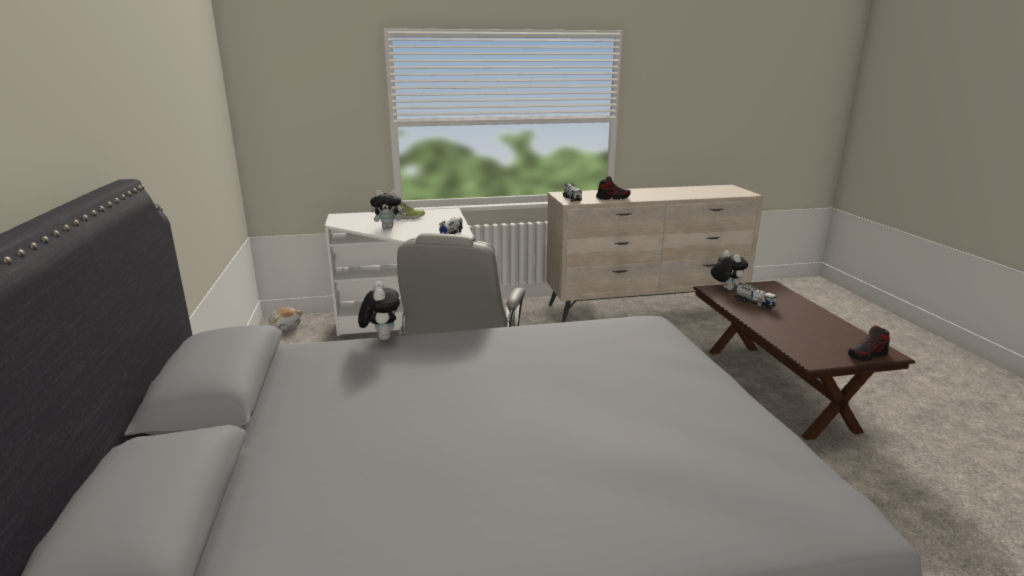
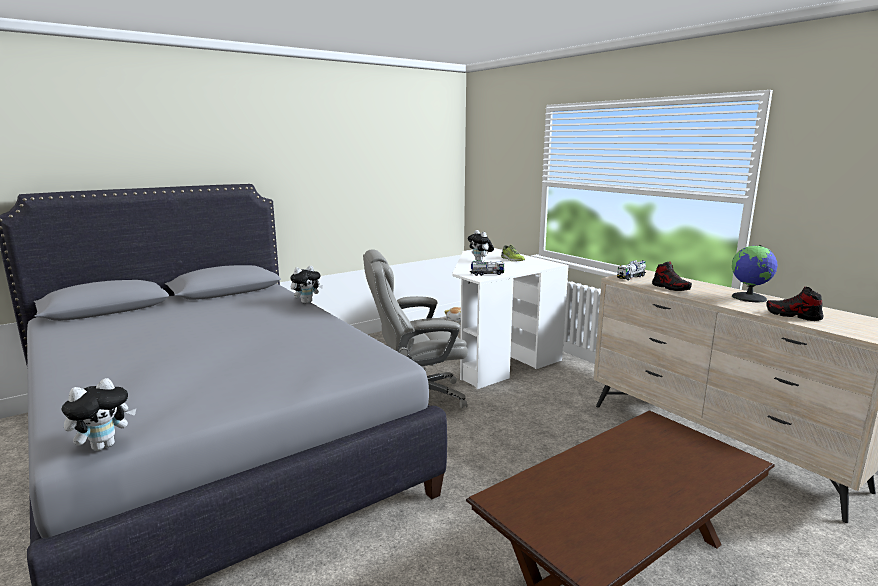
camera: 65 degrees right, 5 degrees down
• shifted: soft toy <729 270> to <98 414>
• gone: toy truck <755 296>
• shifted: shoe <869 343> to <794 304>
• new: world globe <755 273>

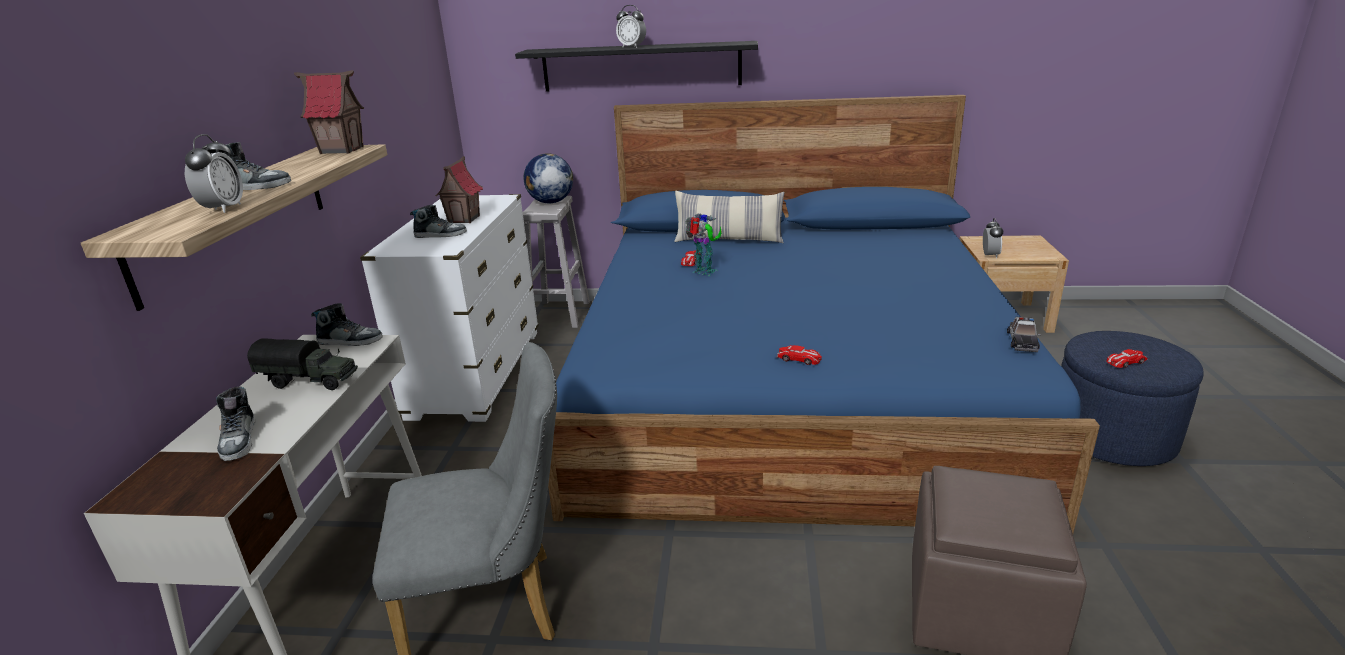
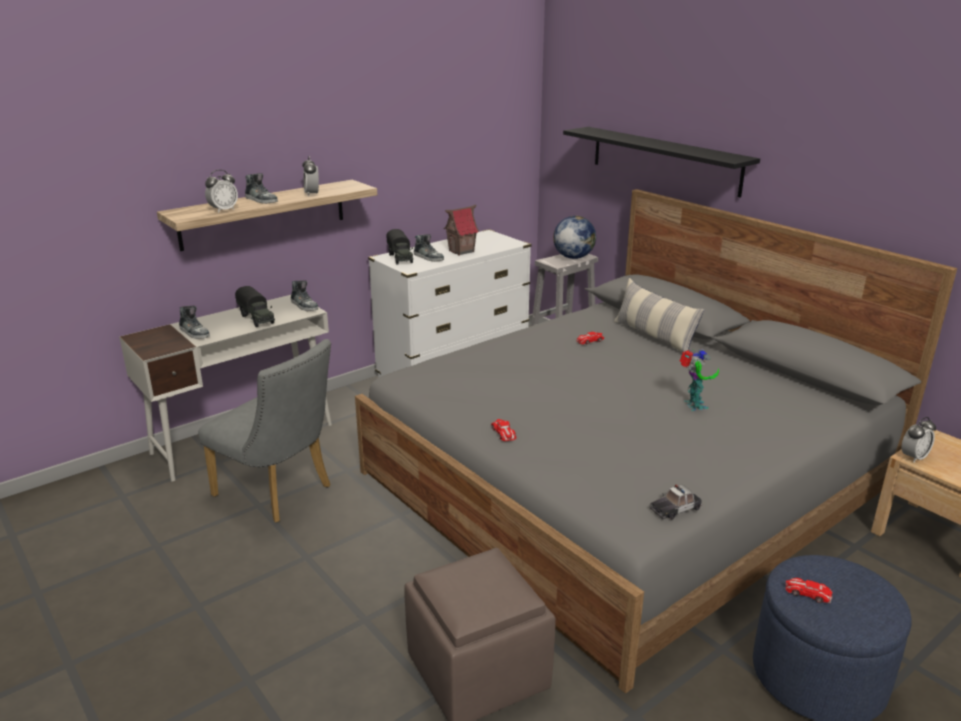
camera: 45 degrees right, 0 degrees up
• shifted: table clock <631 26> to <310 176>
• gone: miniature house <329 112>
• repainted: sleeping bed/blue <824 314> to sleeping bed/greyish <656 441>
• shifted: model robot <703 244> to <699 379>
• rotated: shoe <236 423> = <194 322> 75 degrees counterclockwise
• new: toy truck <400 246>

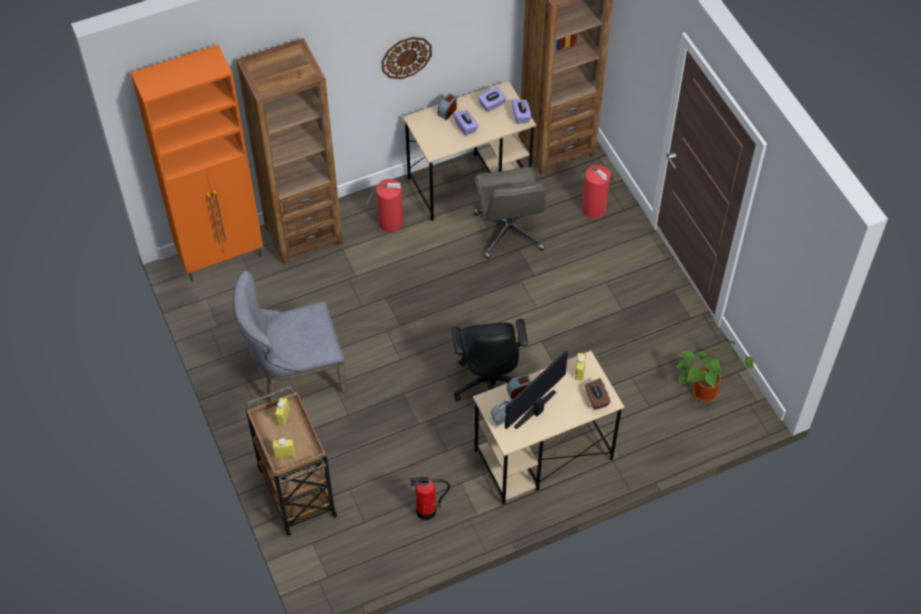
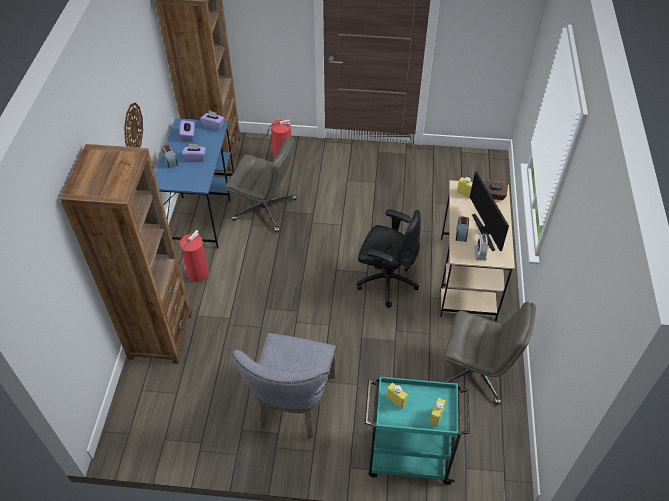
camera: 60 degrees left, 5 degrees down
• gone: cabinet/orange-coloured <196 163>
• repainted: desk unit/beige-coloured <469 151> to desk unit/blue <194 183>
• gone: potted plant <715 369>
• repainted: cart/brown <291 461> to cart/turquoise-coloured <417 430>
• swapped: fire extinguisher <429 498> to office chair/greyish <490 353>

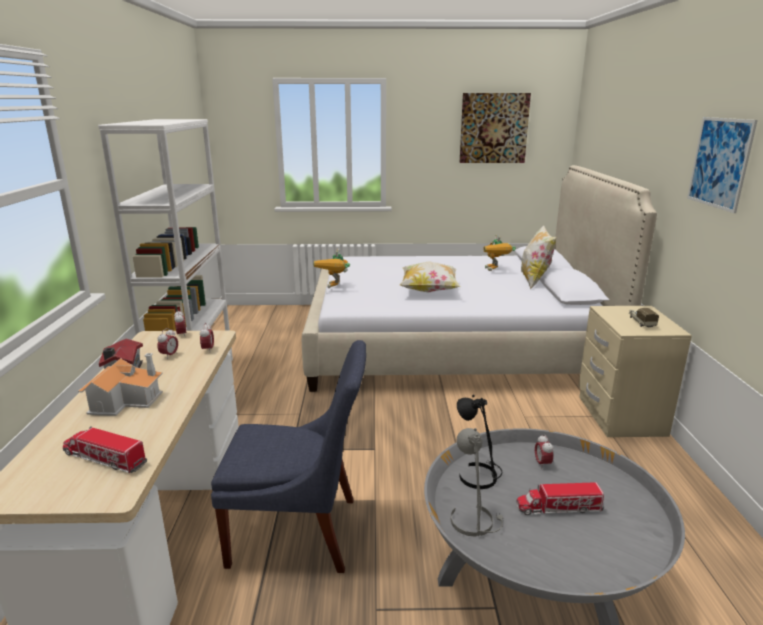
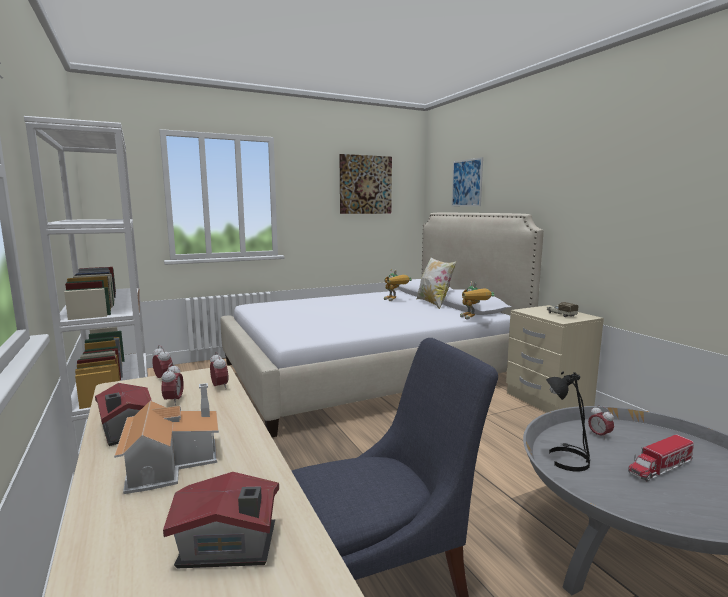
camera: 25 degrees left, 10 degrees down
• shifted: wall picture <722 165> to <467 181>
• shifted: model robot <332 268> to <477 300>
• gone: cushion <430 276>
• swapped: toy truck <105 449> to miniature house <221 520>
• gone: tabletop lamp/greyish <477 482>

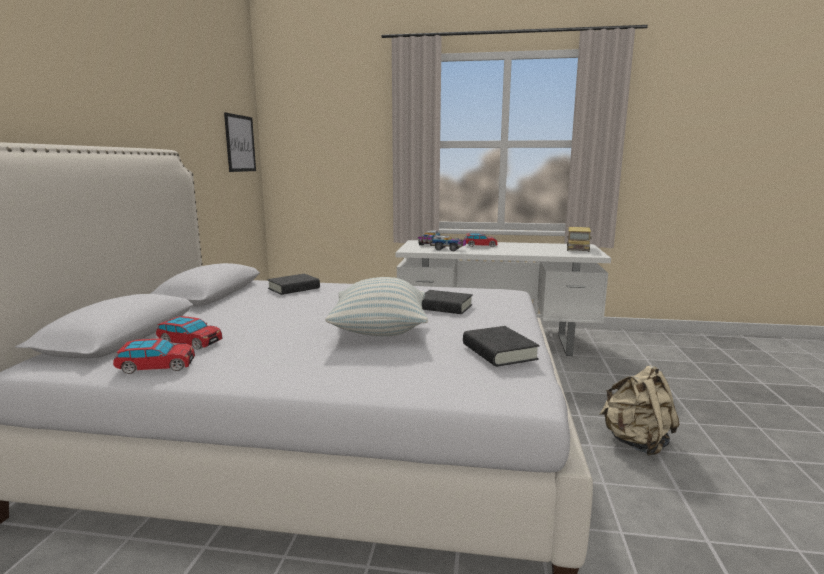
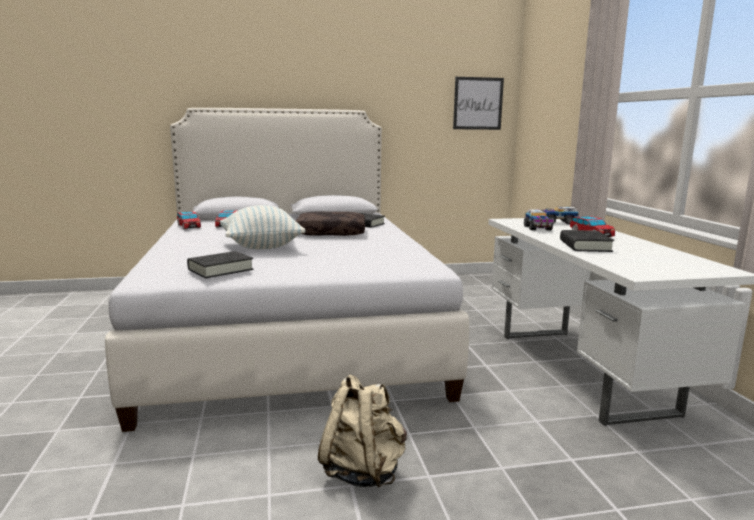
camera: 70 degrees right, 0 degrees up
• gone: toy truck <579 239>
• shifted: bound book/black-coloured <447 302> to <587 241>
• new: cushion/brown <330 223>

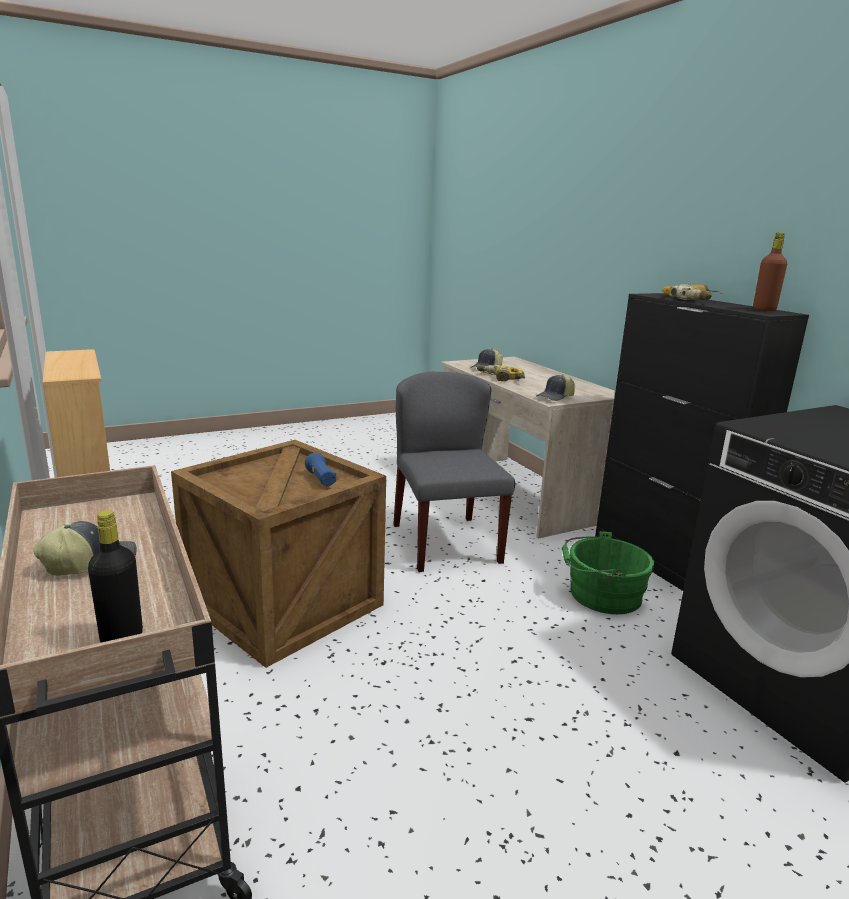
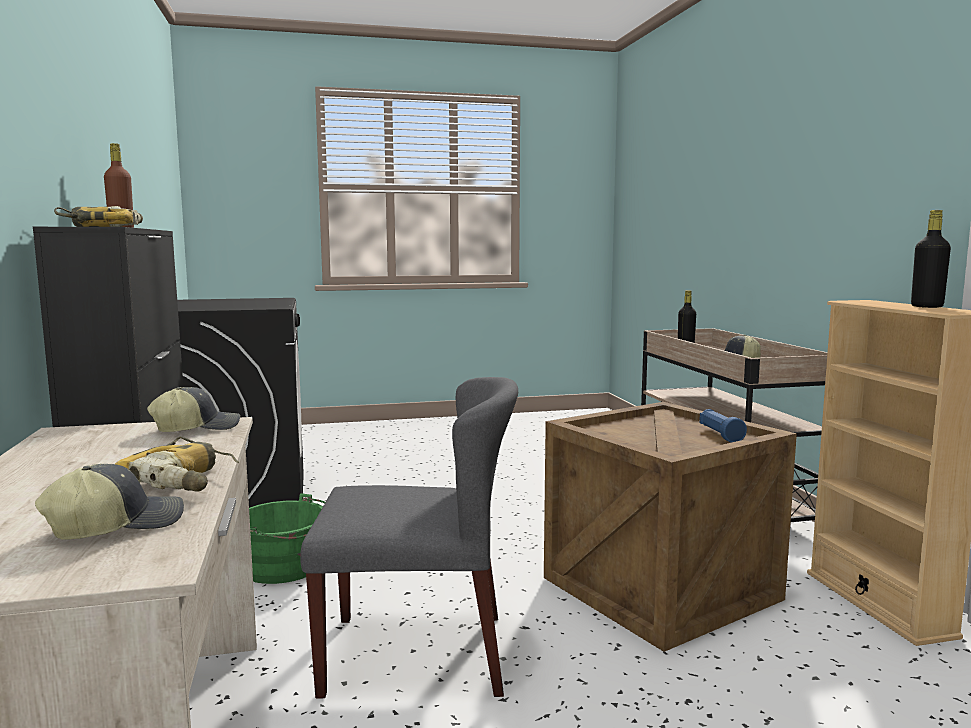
camera: 165 degrees left, 10 degrees down
• rotated: chair/greyish <454 472> = <409 537> 90 degrees counterclockwise
• shifted: flashlight/blue <320 469> to <723 426>
• new: drink bottle/black-coloured <931 259>

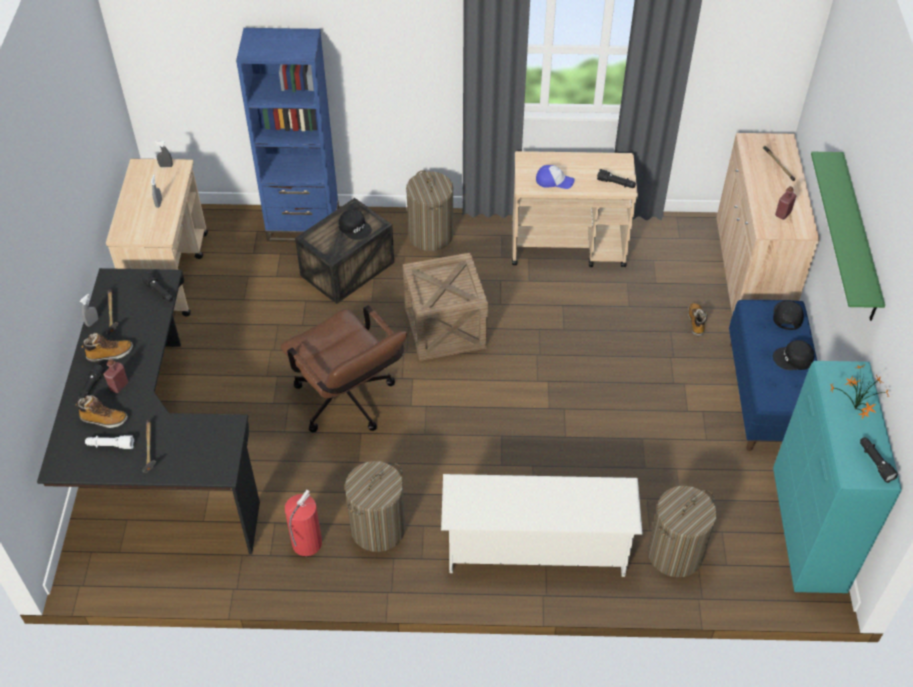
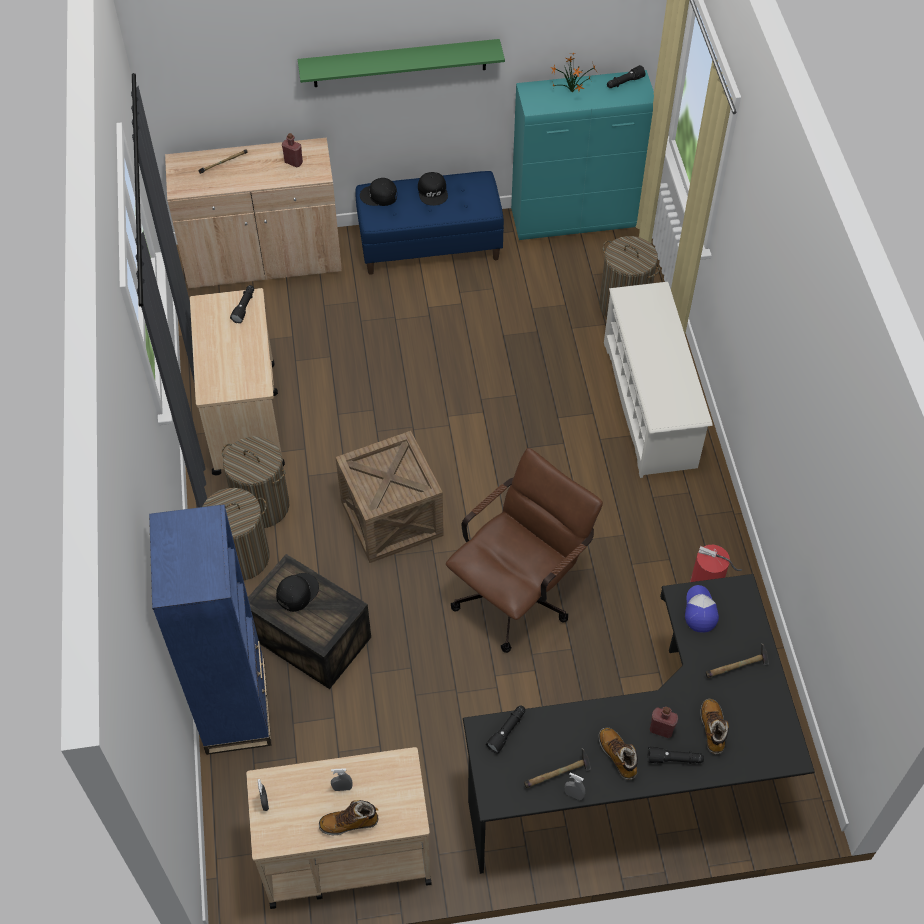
camera: 100 degrees left, 5 degrees up
• shifted: cap <555 177> to <702 609>
• shifted: high-top boot <697 319> to <349 817>
• gone: flashlight/white-coloured <109 442>
• shifted: laundry basket <375 506> to <255 482>

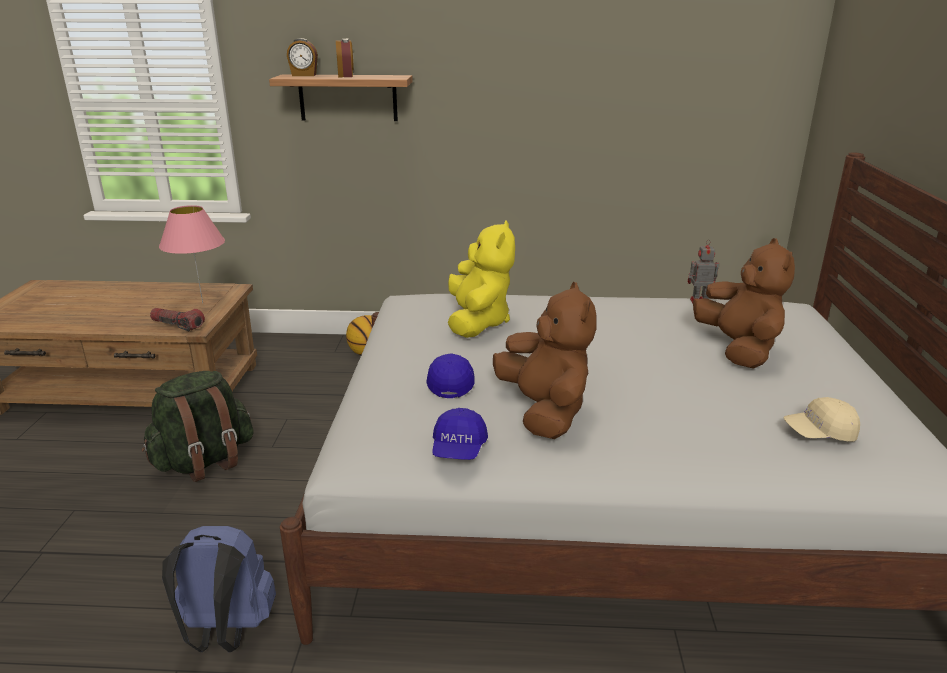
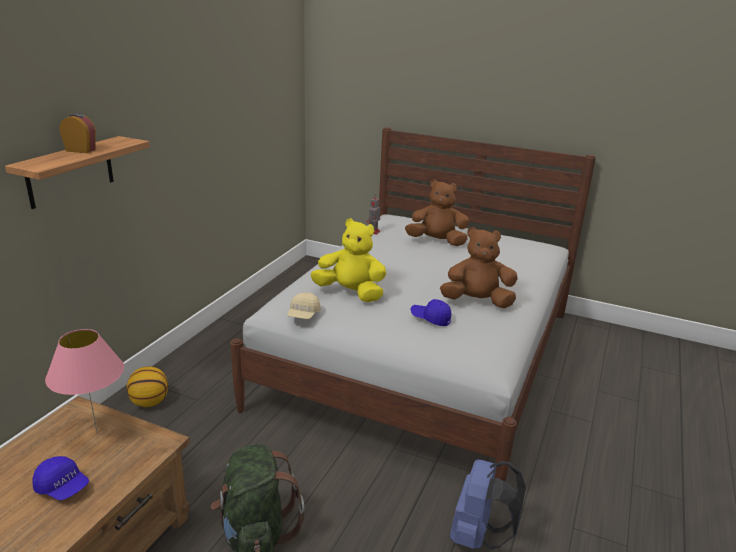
camera: 70 degrees left, 0 degrees up
• gone: table clock <302 57>
• gone: flashlight <177 319>
• shifted: cap/beige-coloured <822 419> to <304 306>
• shifted: cap/blue <460 434> to <60 478>

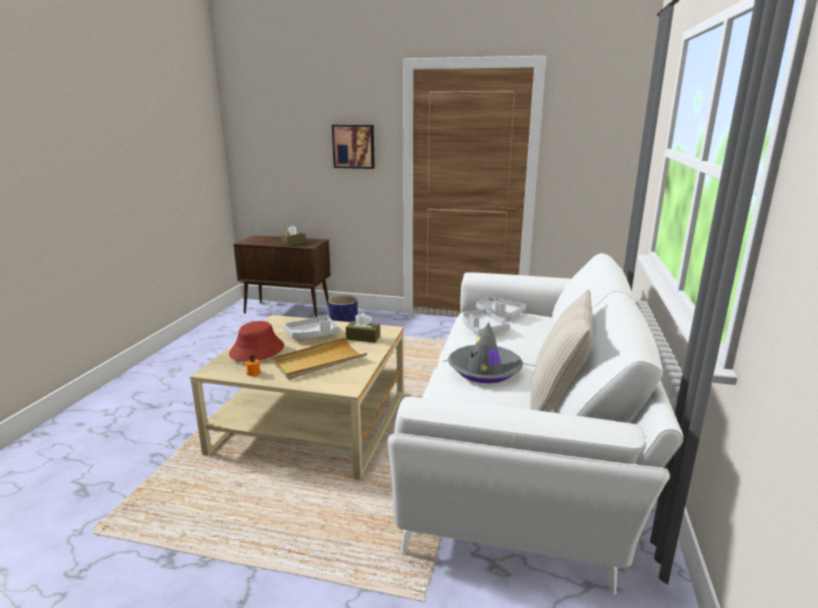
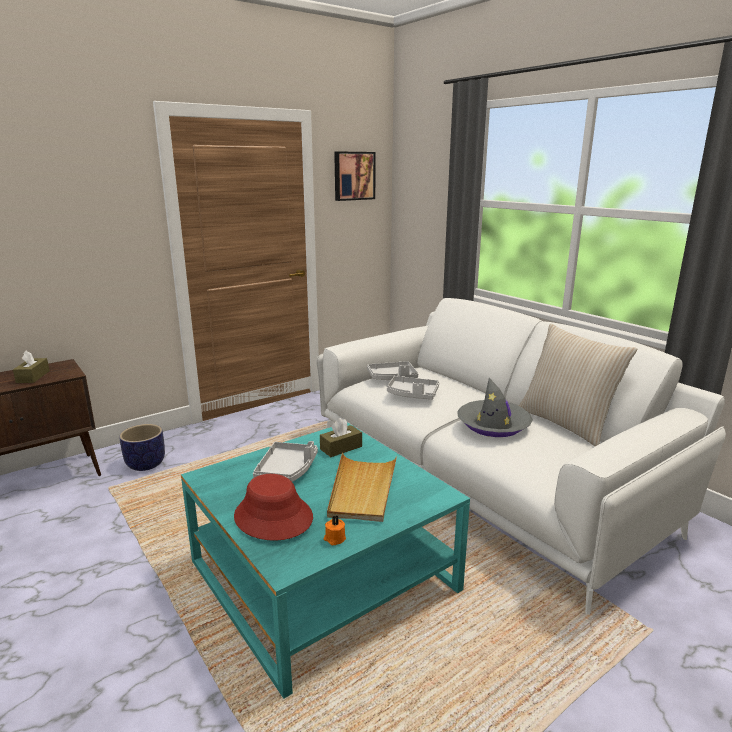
camera: 50 degrees left, 0 degrees up
• shifted: wall picture <353 147> to <355 176>
• repainted: low table/beige-coloured <297 397> to low table/turquoise-coloured <325 560>

